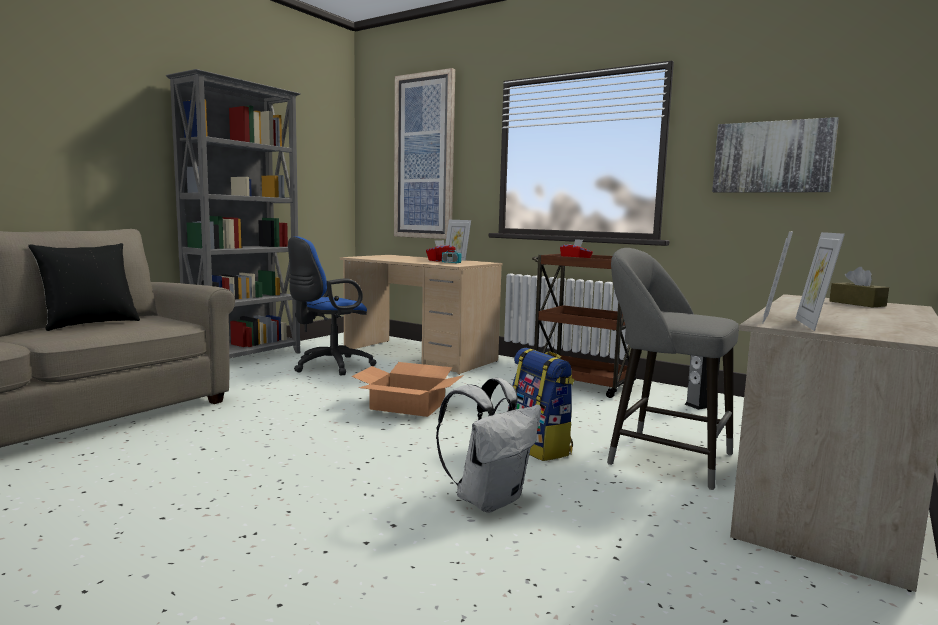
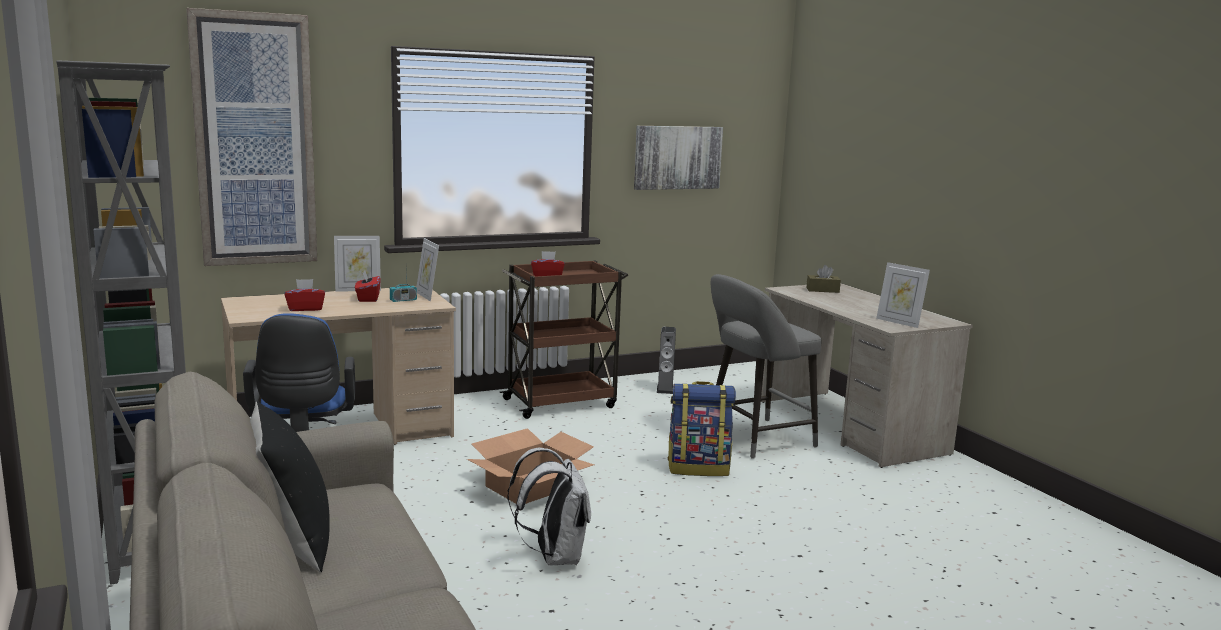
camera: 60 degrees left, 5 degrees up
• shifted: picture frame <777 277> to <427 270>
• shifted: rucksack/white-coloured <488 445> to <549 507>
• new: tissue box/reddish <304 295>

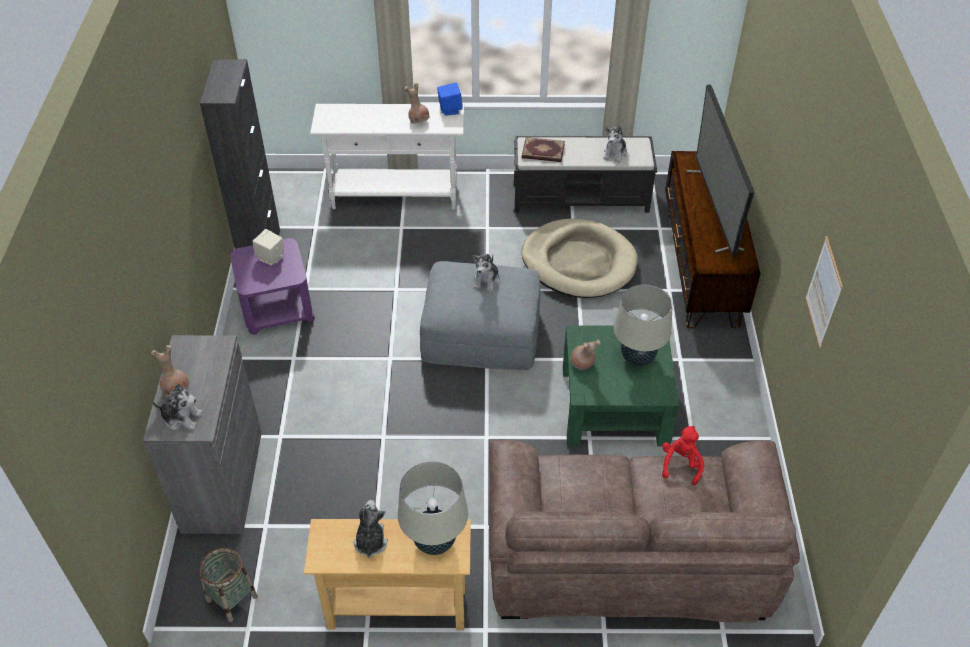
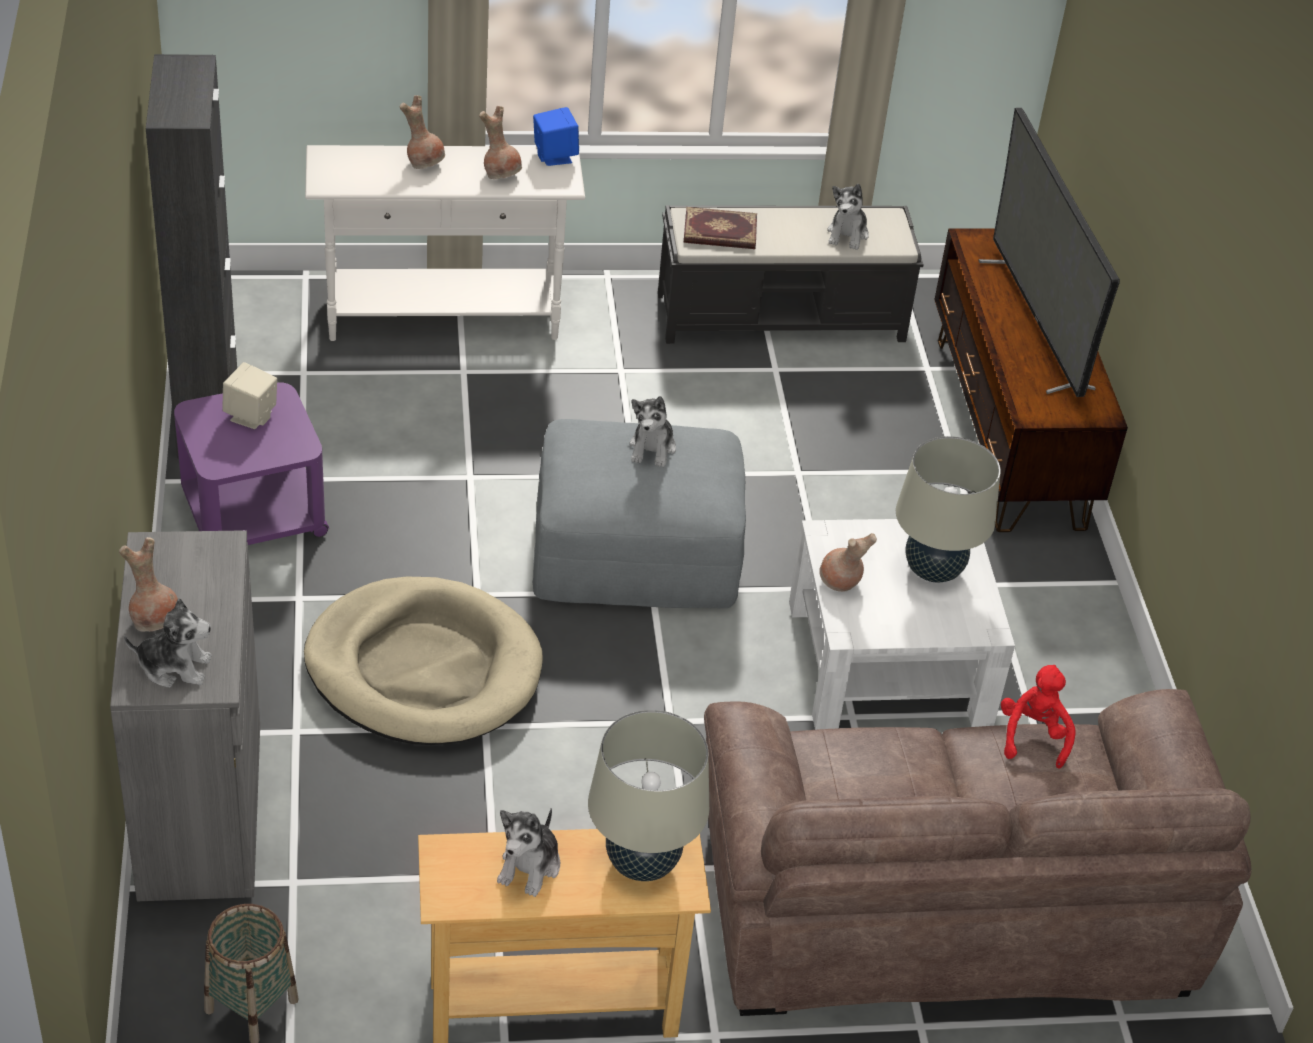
camera: 10 degrees left, 5 degrees down
• shifted: dog bed/beige-coloured <580 258> to <423 660>
• gone: wall picture <824 292>
• repainted: low table/green-coloured <621 386> to low table/white-coloured <902 624>
• rotated: soft toy <371 529> = <528 852> 150 degrees counterclockwise
• new: flower vase/brown <422 132>

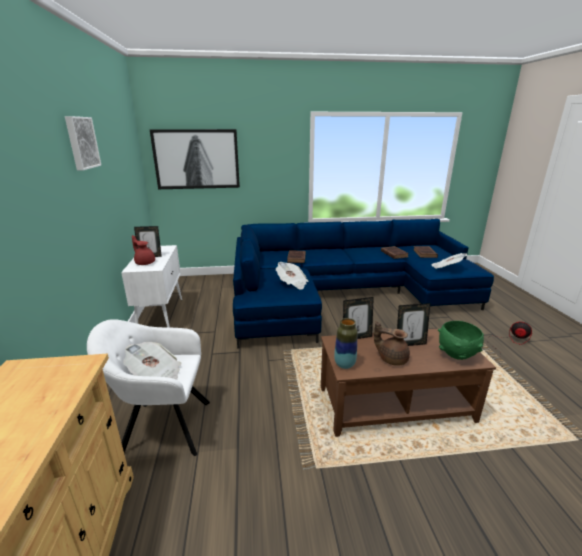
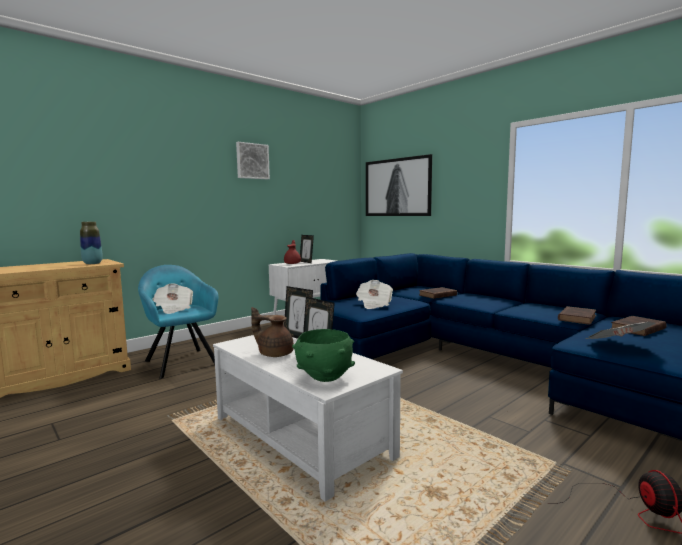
camera: 55 degrees right, 15 degrees down
• shifted: flower vase <345 343> to <91 243>
• repainted: armchair/white-coloured <148 387> to armchair/turquoise-coloured <178 322>
• rotated: pot for tea/brown <392 343> = <272 332> 60 degrees counterclockwise
• repainted: low table/brown <408 382> to low table/white-coloured <308 418>

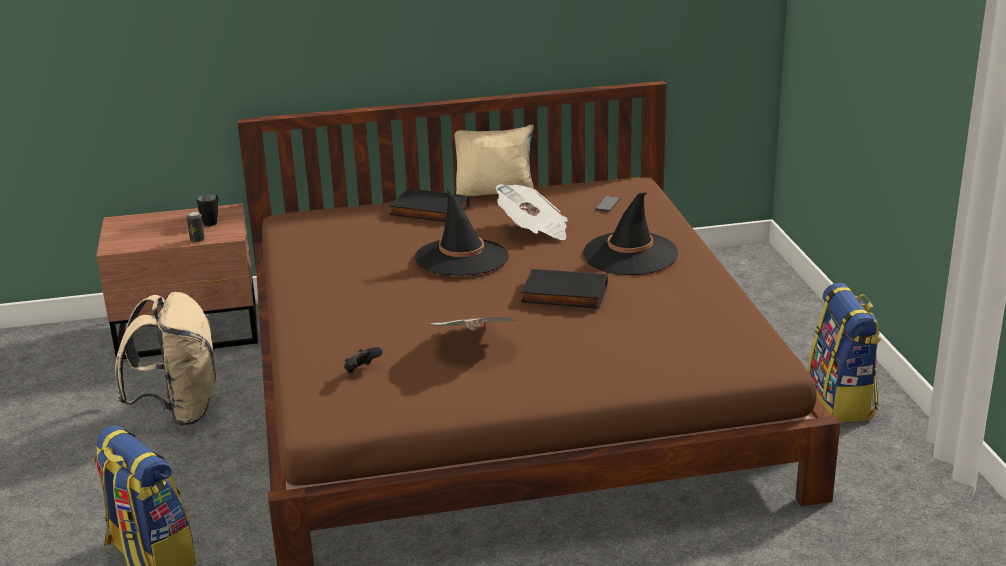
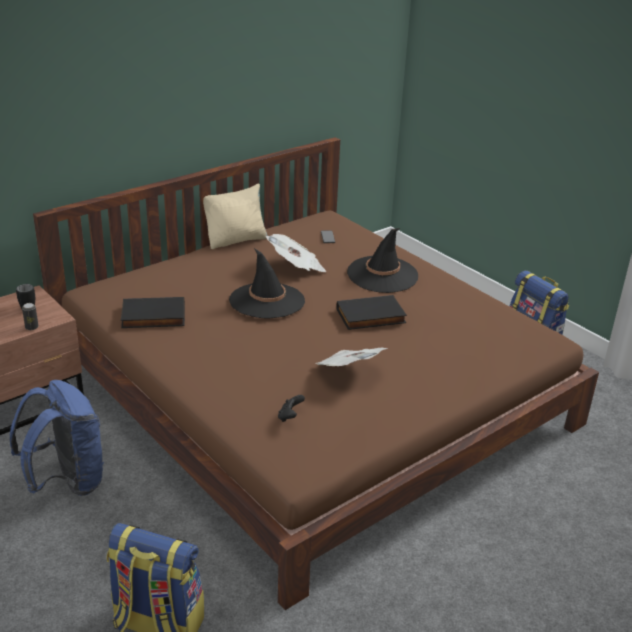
camera: 30 degrees left, 5 degrees up
• shifted: bound book/black-coloured <429 205> to <153 312>
• repainted: rucksack/beige-coloured <165 359> to rucksack/blue <57 438>

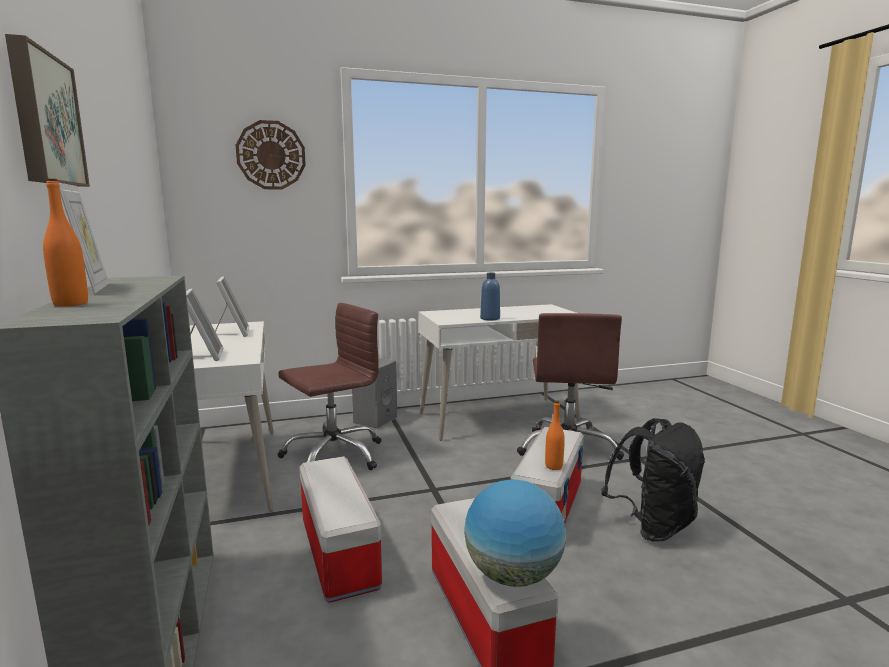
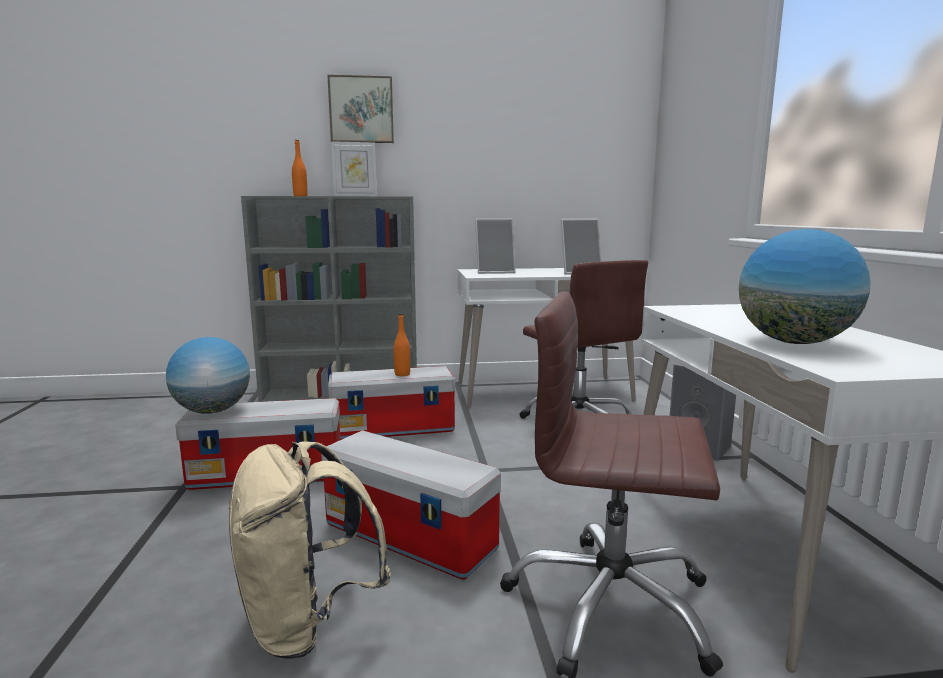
camera: 100 degrees right, 0 degrees up
• gone: wall clock <271 155>
• gone: drink bottle/blue <490 297>
• shifted: drink bottle/orange-coloured <555 435> to <402 345>
• repainted: rucksack/black-coloured <653 480> to rucksack/beige-coloured <310 550>
• new: world globe <805 286>

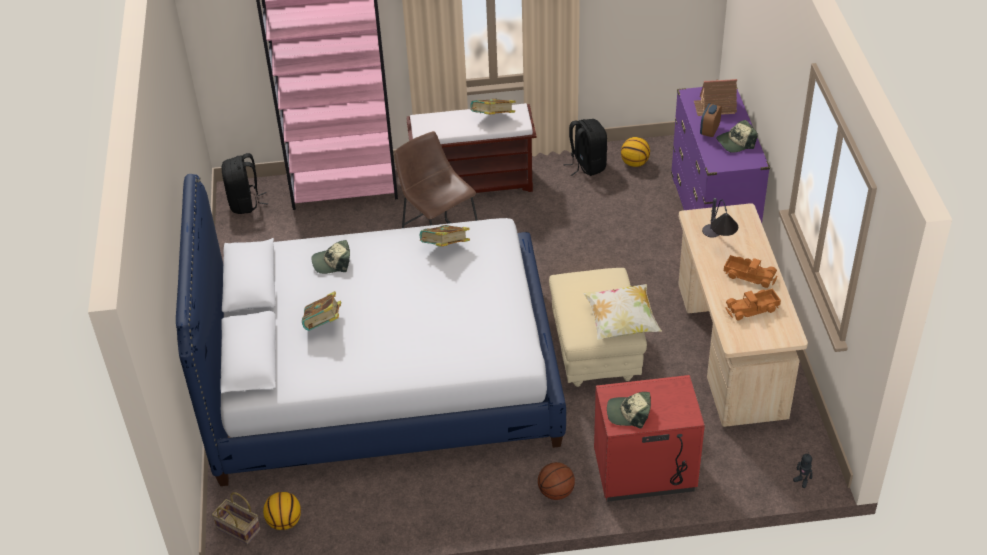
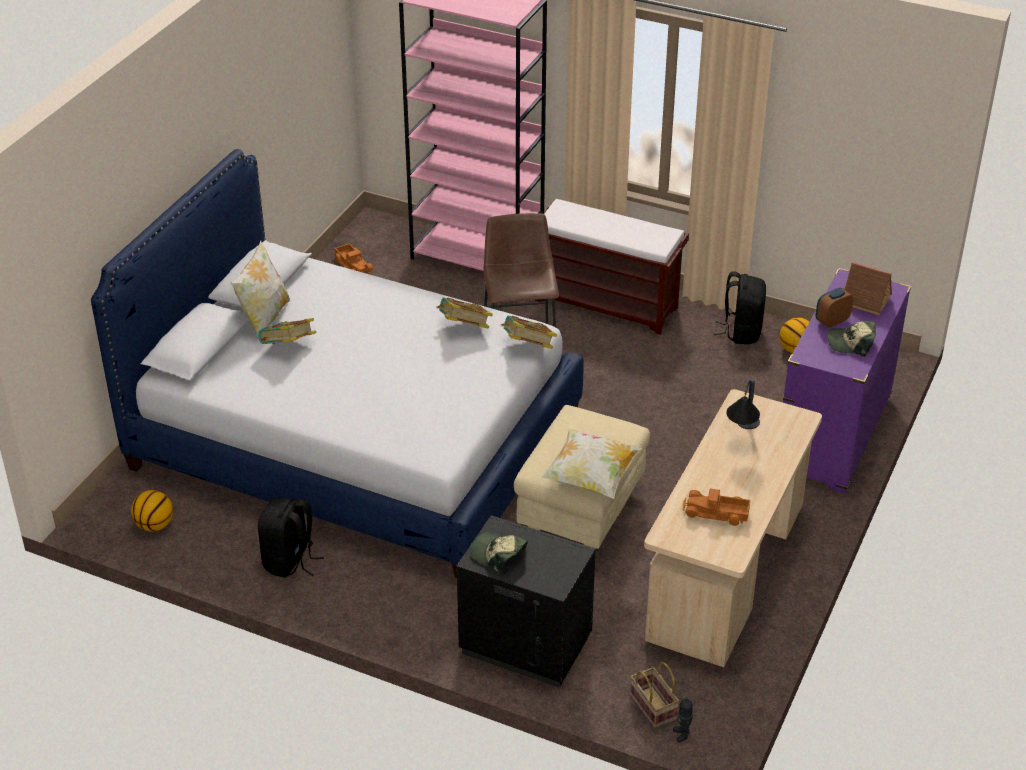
camera: 30 degrees right, 5 degrees down
• shifted: bound book <492 107> to <529 332>
• shifted: rucksack/black-coloured <245 183> to <291 537>
• gone: cap <330 257>
• shifted: toy truck <751 271> to <353 258>
• repainted: night table/reddish <649 438> to night table/black-coloured <526 601>
• gone: ball for basketball <556 481>
• shifted: basket <236 518> to <654 695>
• new: cushion <260 292>

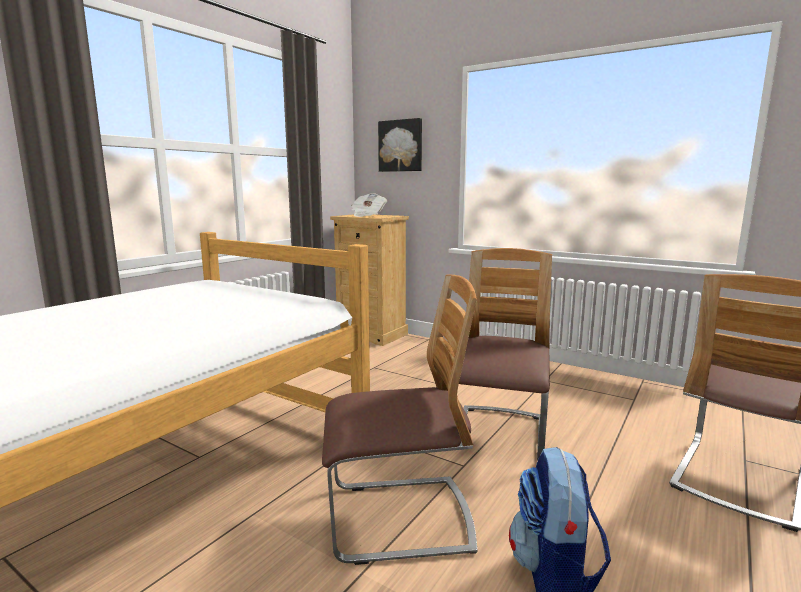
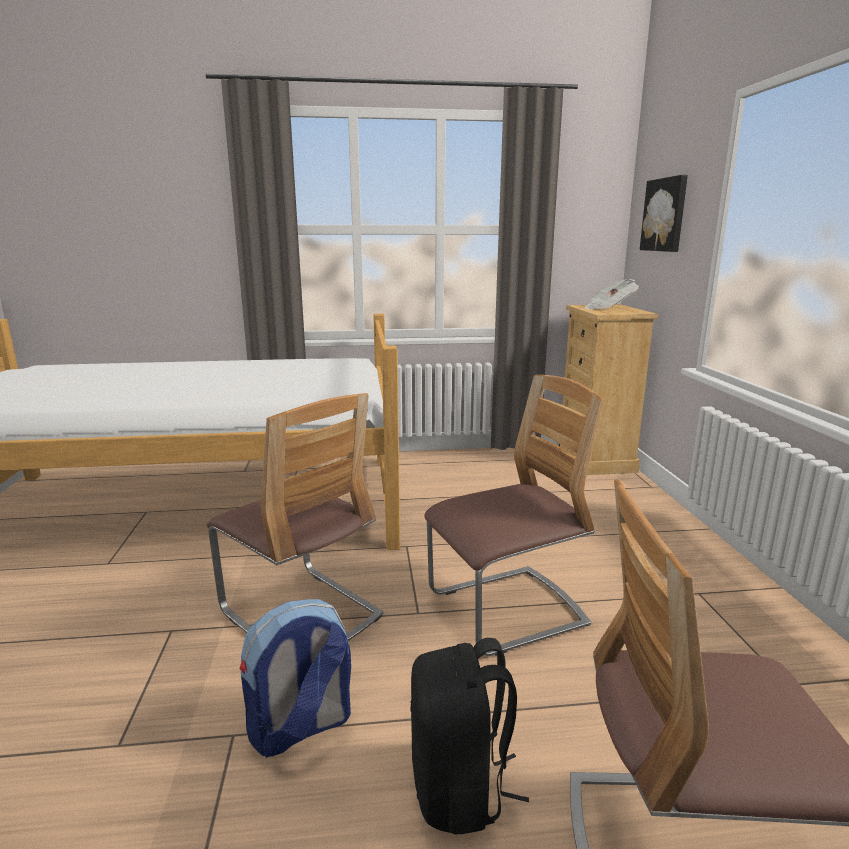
camera: 50 degrees right, 5 degrees up
• new: rucksack/black-coloured <470 736>

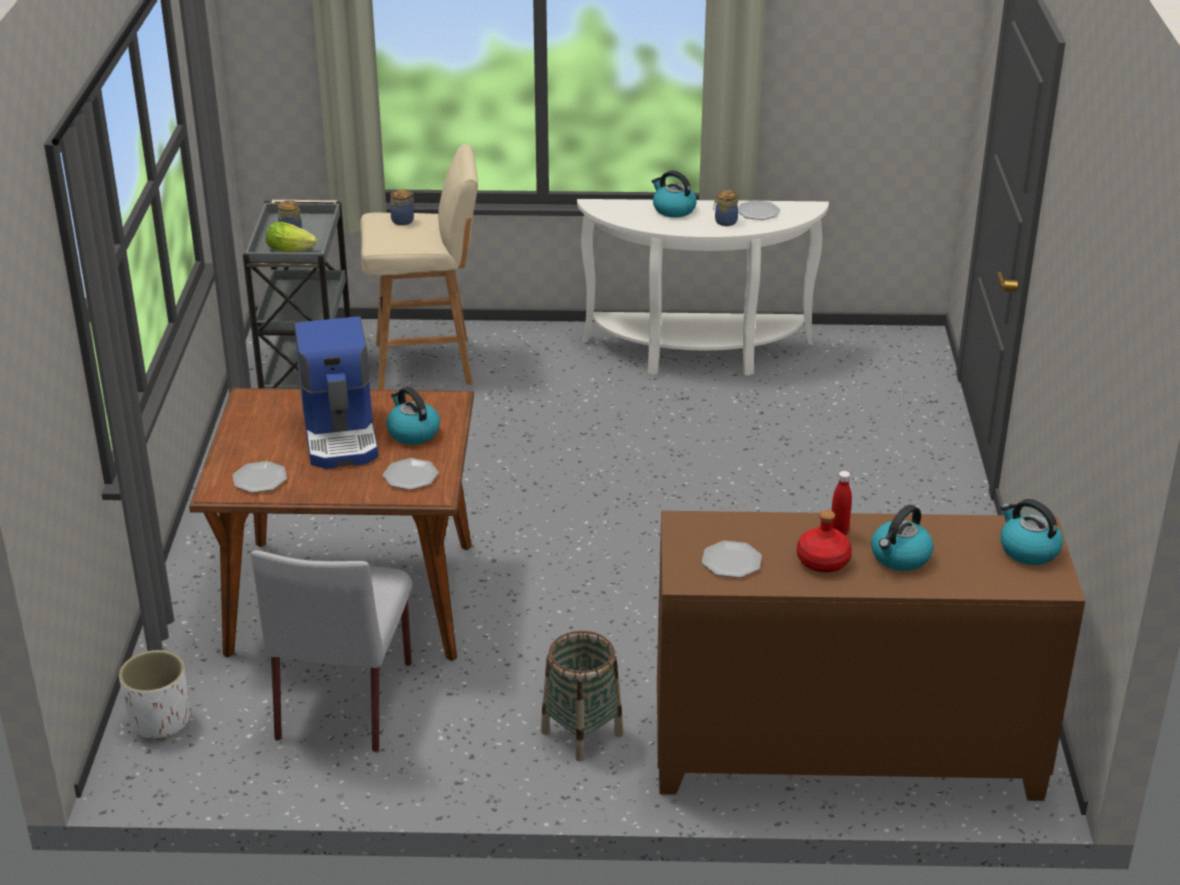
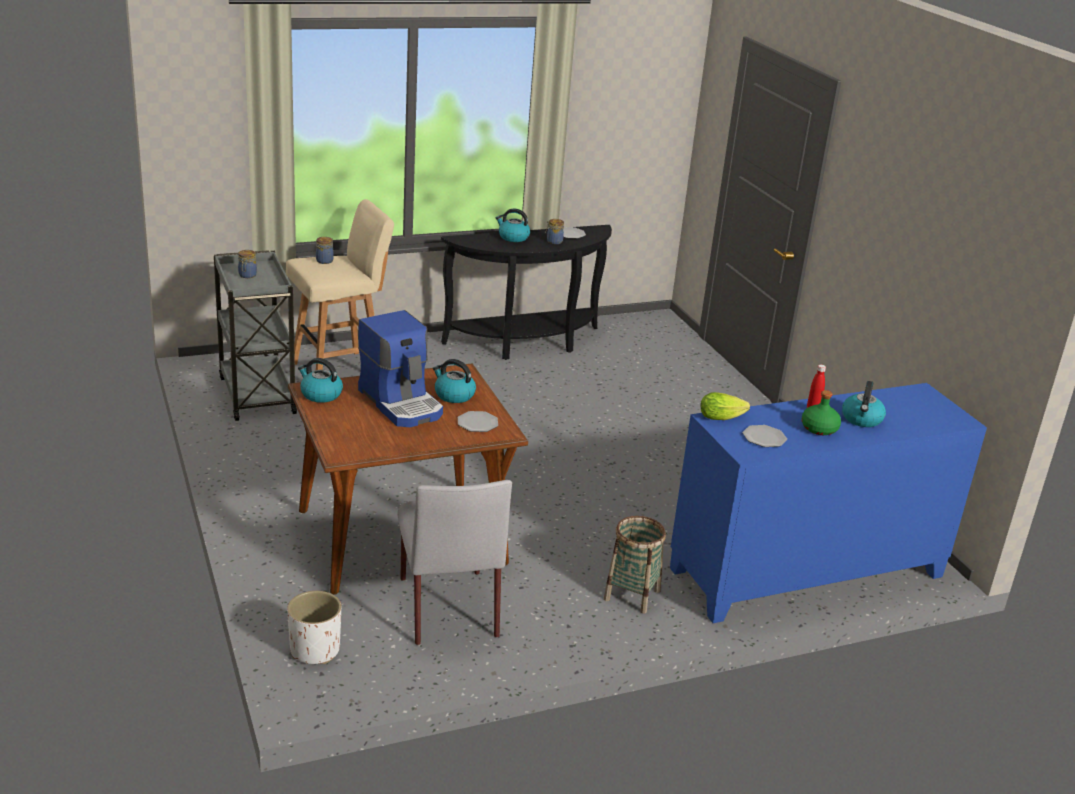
camera: 25 degrees left, 5 degrees down
• repainted: console table/white-coloured <703 287> to console table/black-coloured <526 292>
• shifted: lettuce <291 237> to <725 406>
• gone: dinner plate <260 477>
• shifted: kettle <1031 532> to <320 380>
• repainted: drink bottle/reddish <824 541> to drink bottle/green-coloured <821 412>
• repainted: cabinet/brown <871 656> to cabinet/blue <828 503>

